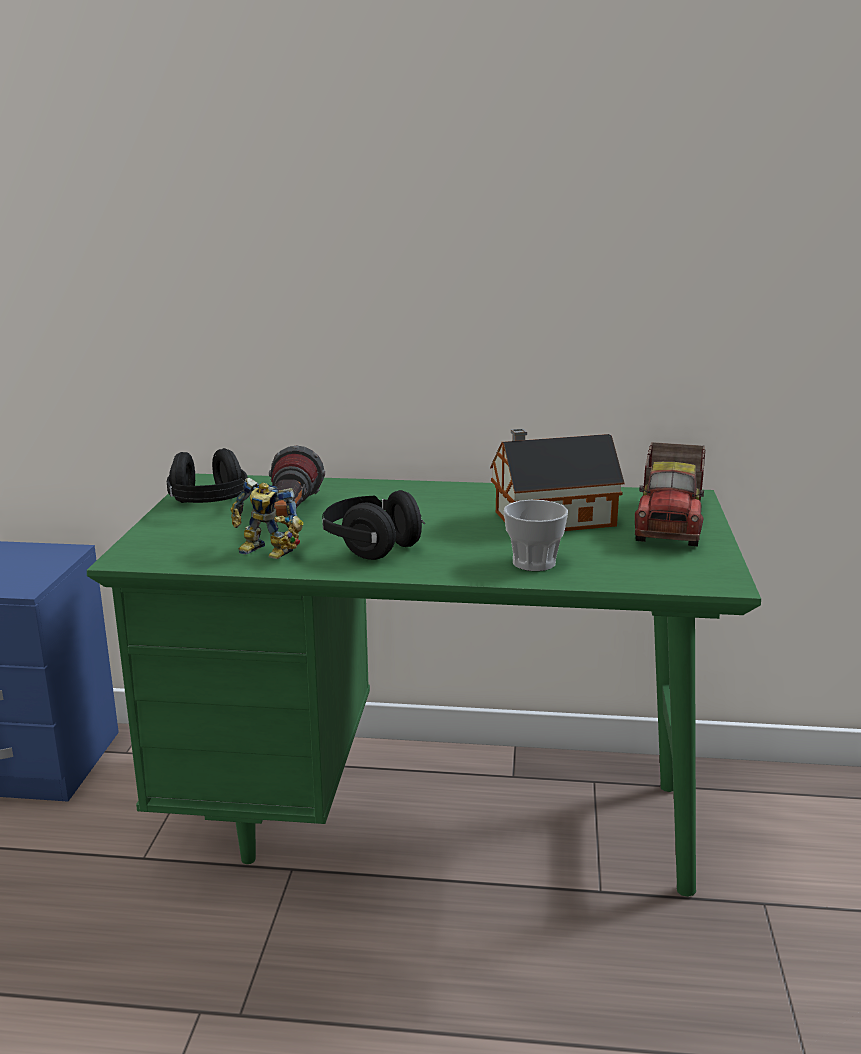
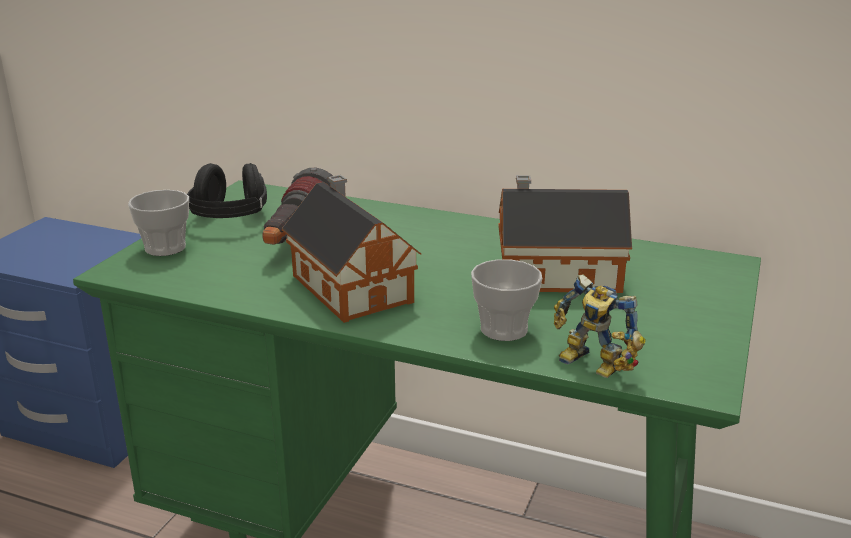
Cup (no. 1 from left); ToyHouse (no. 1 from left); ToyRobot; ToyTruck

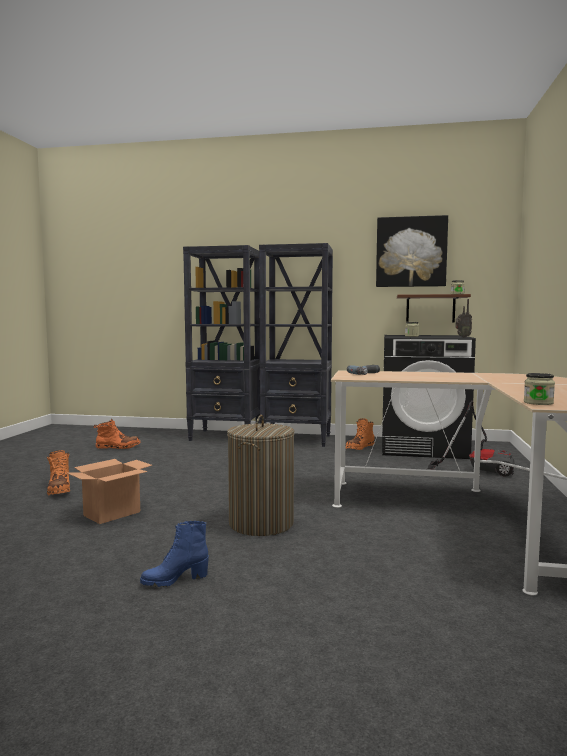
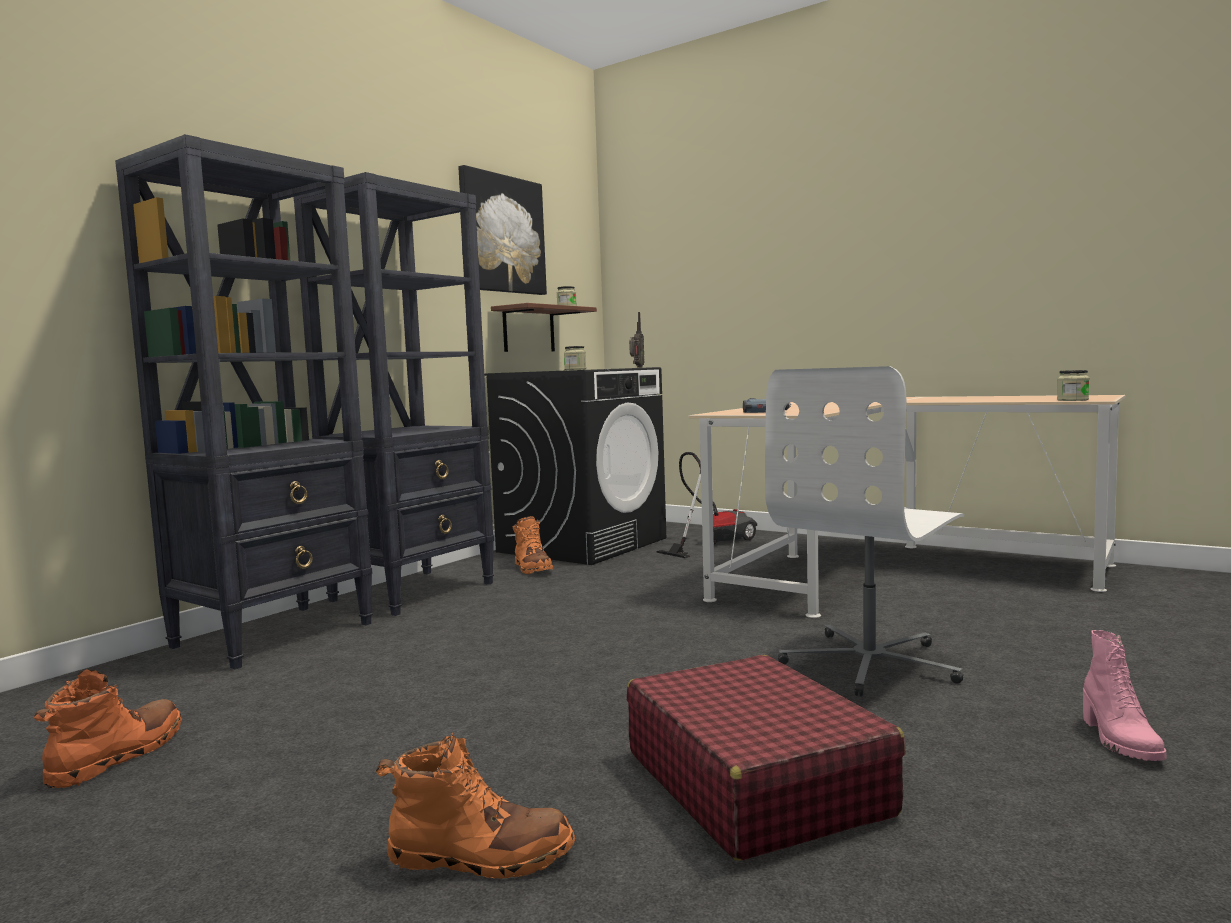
RedSuitcase; WhiteOfficeChair; PinkBoot

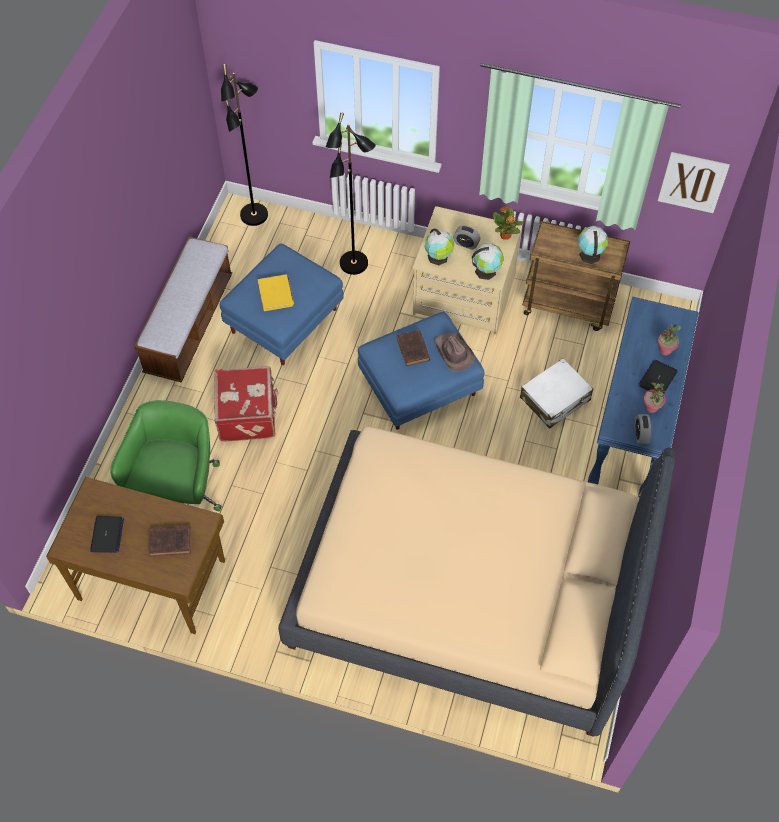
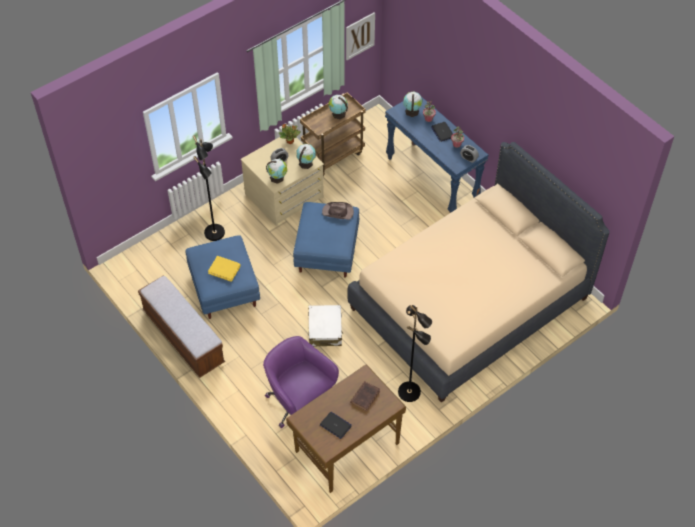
PurpleOfficeChair; WhiteSuitcase; BlackFloorLamp (no. 2 from left); Globe (no. 4 from left); RedSuitcase; BrownBook (no. 2 from left in the first image)

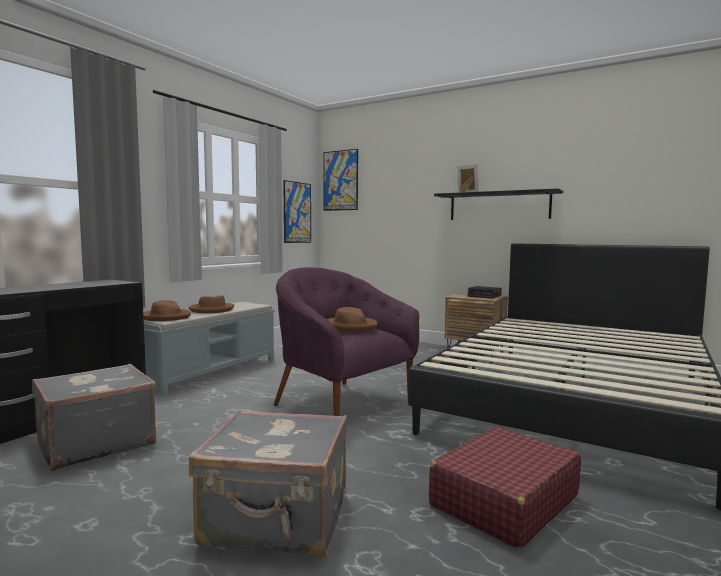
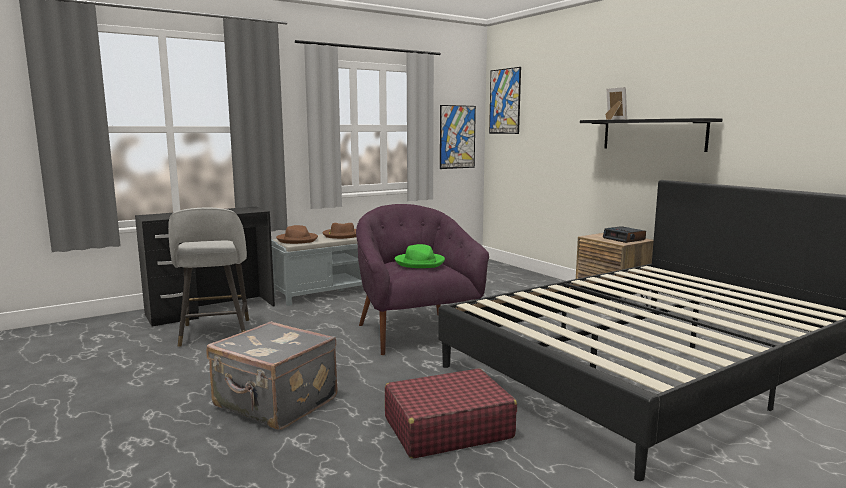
GreyStool; GreenHat

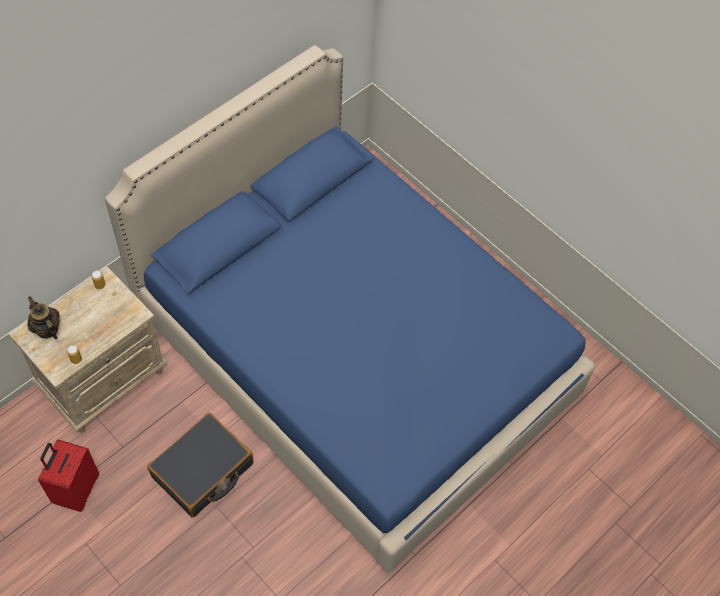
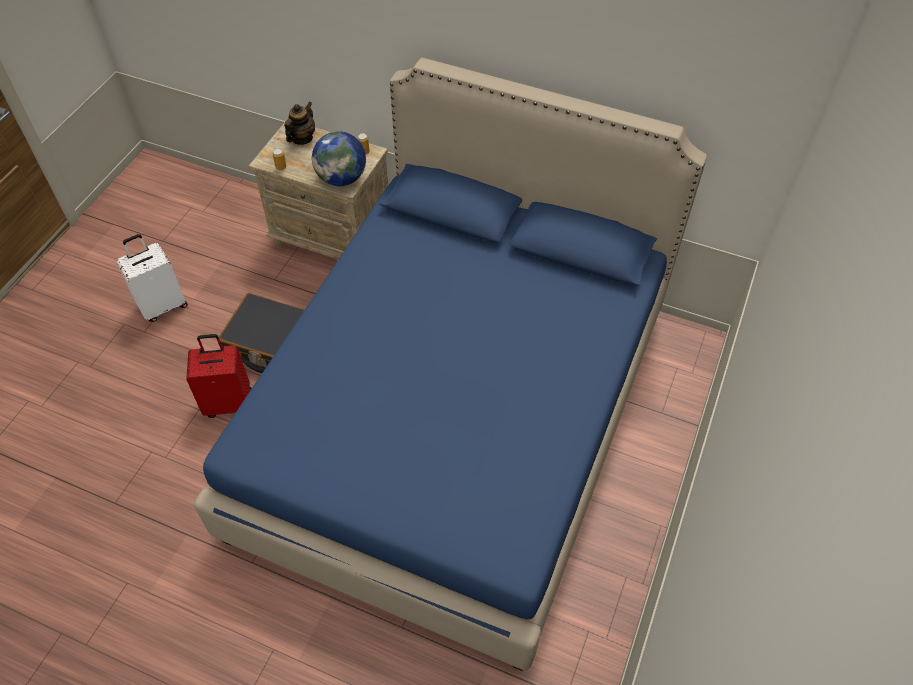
WhiteSuitcase; RedSuitcase; Globe

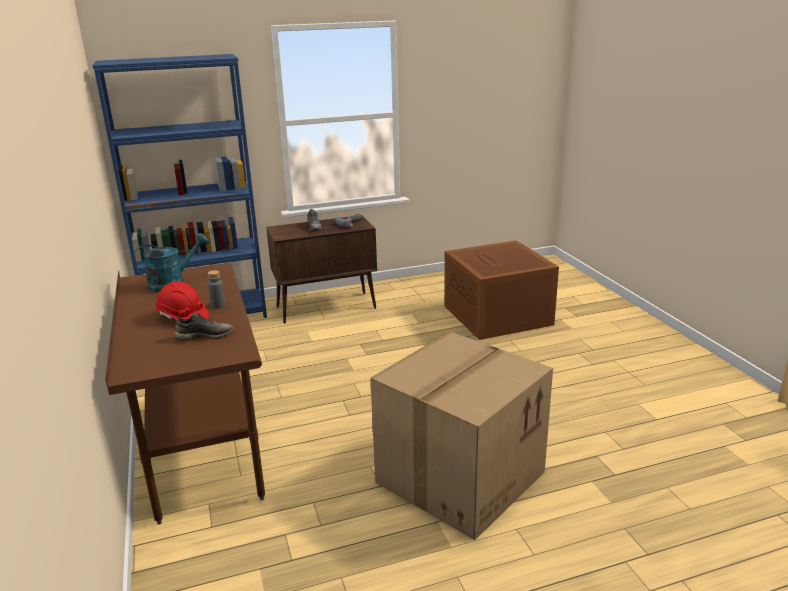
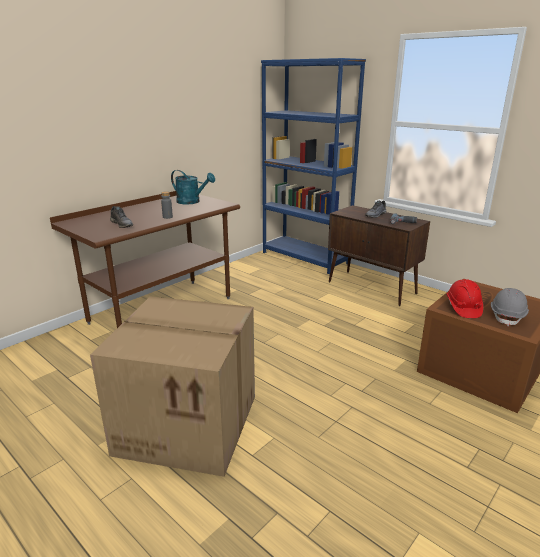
RedHardHat; GreyHardHat

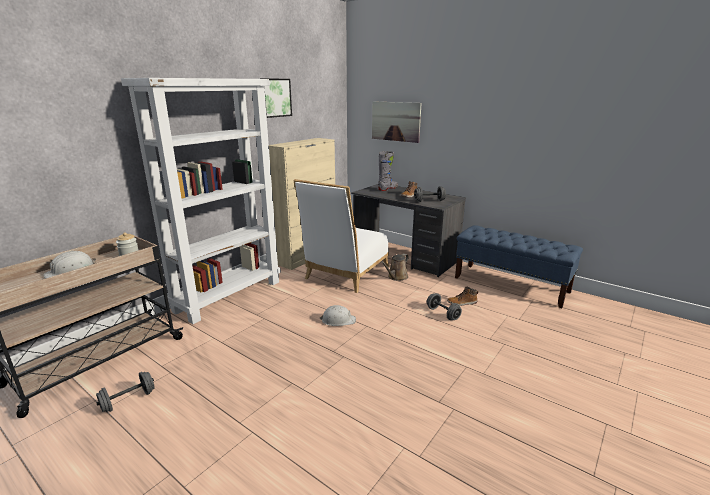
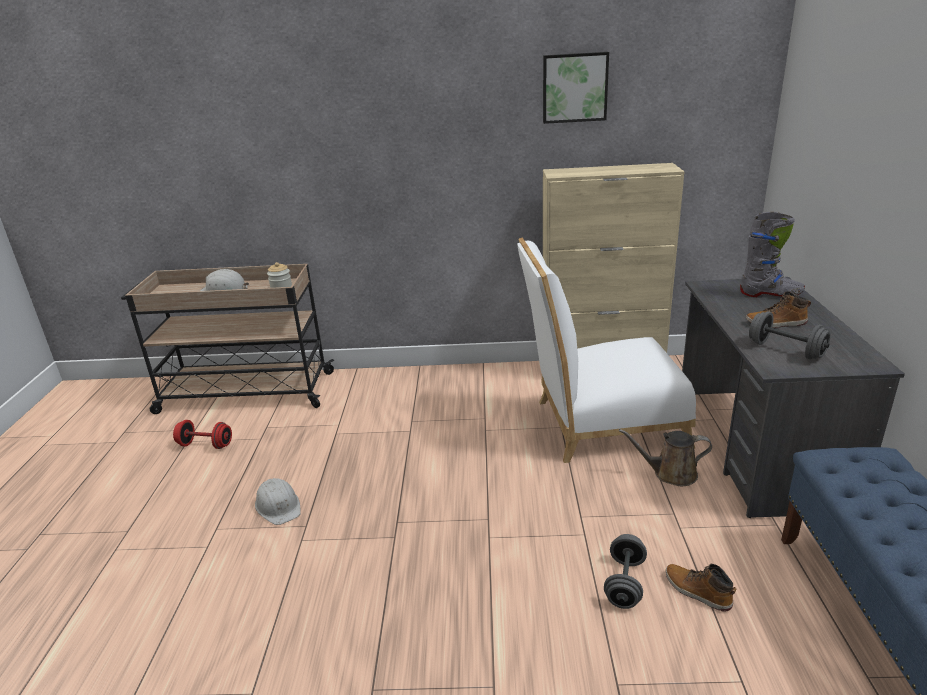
RedDumbbell; WhiteHardHat (no. 2 from left); WhiteBookcase; Picture (no. 2 from left in the first image)

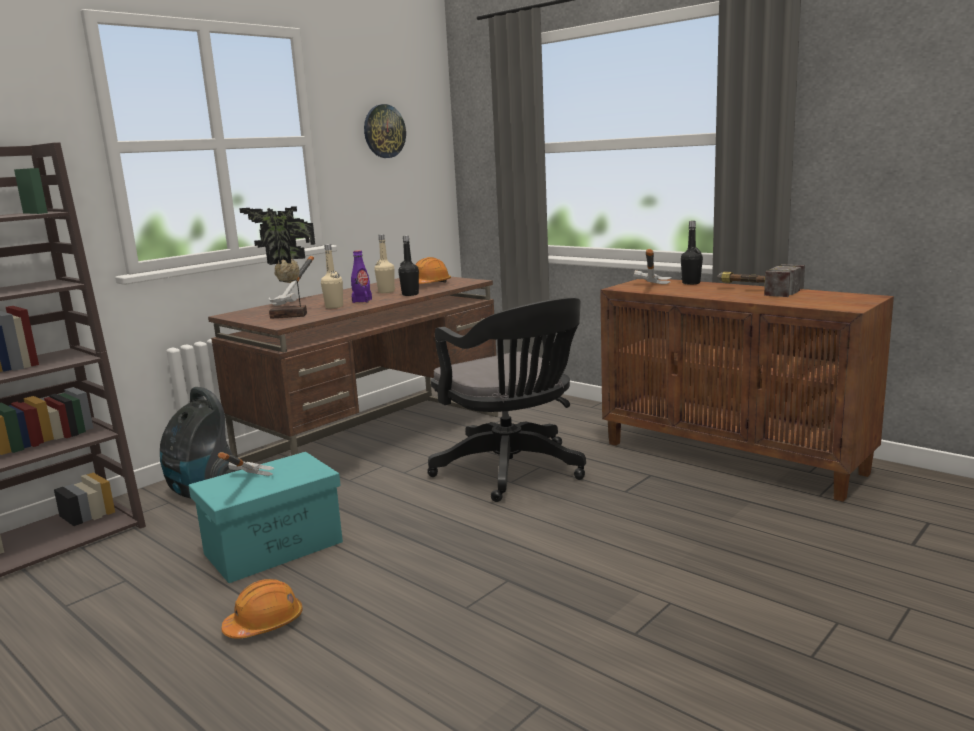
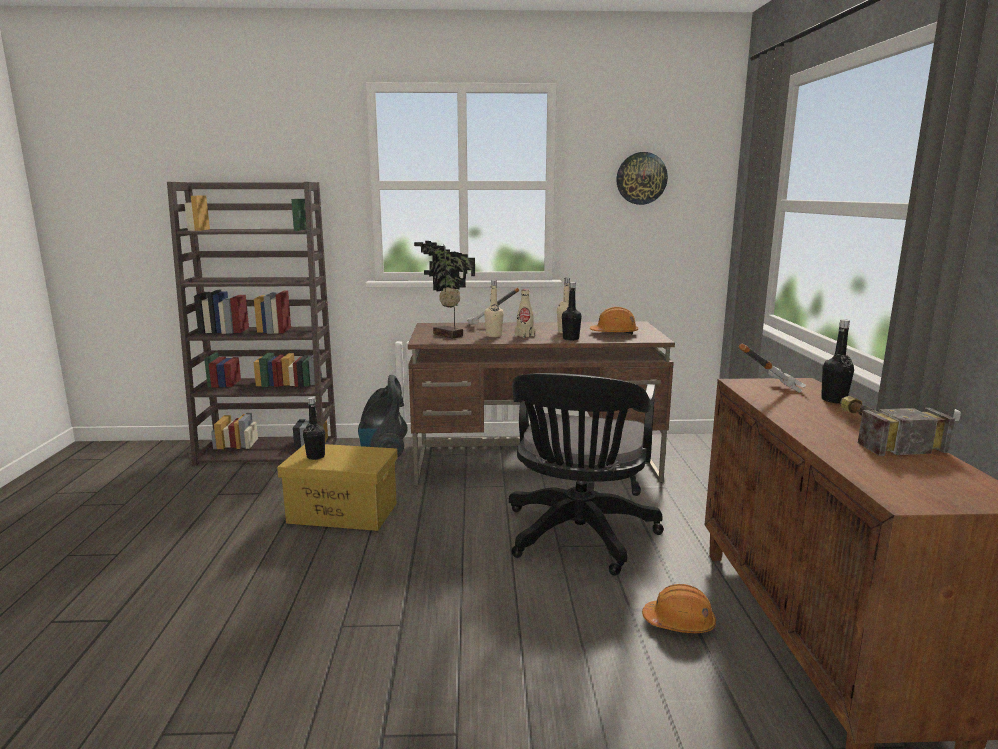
YellowStorageBox; BlackBottle (no. 1 from left); BeigeBottle (no. 2 from left); OrangeHardHat (no. 2 from left)

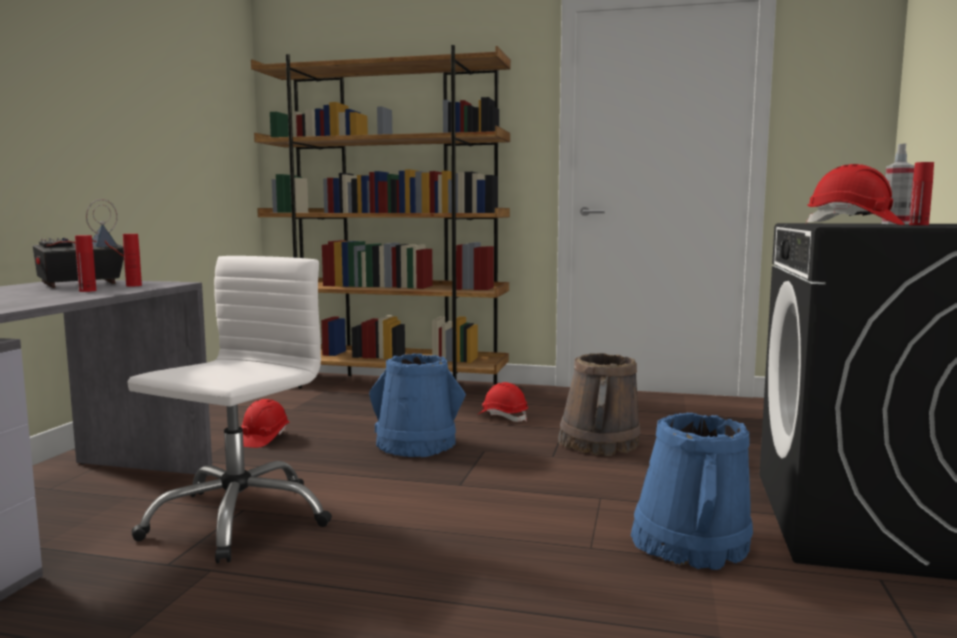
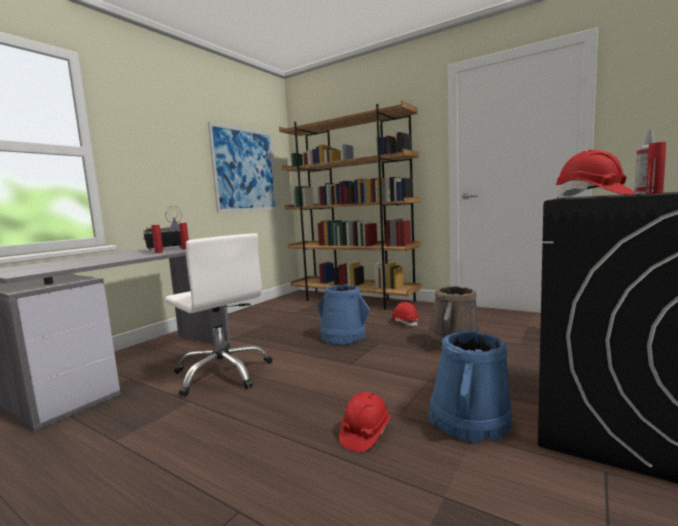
WhiteOfficeChair; Picture; RedHardHat (no. 1 from left)

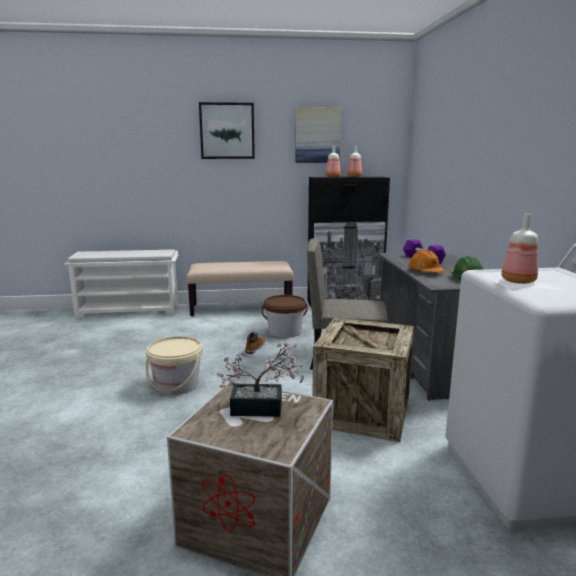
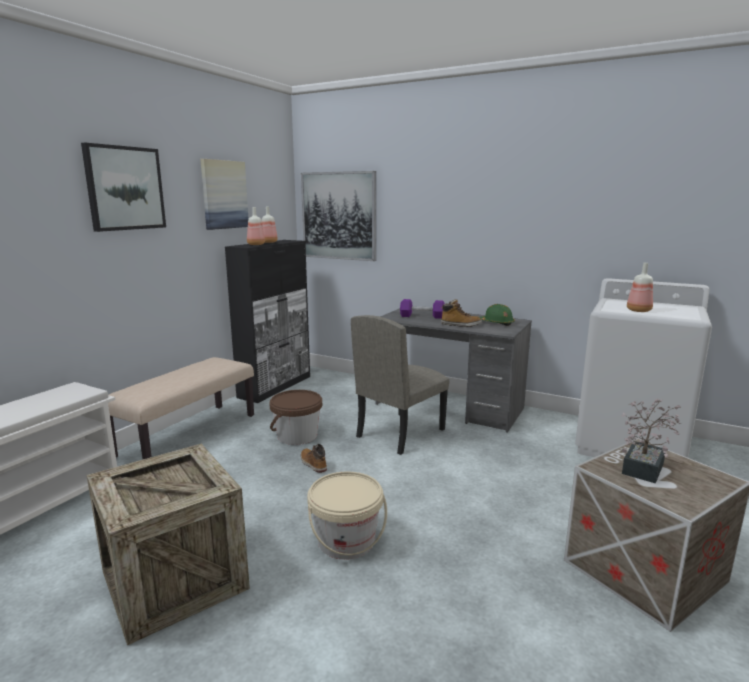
Crate (no. 1 from left); Picture (no. 3 from left); Boot (no. 2 from left)

